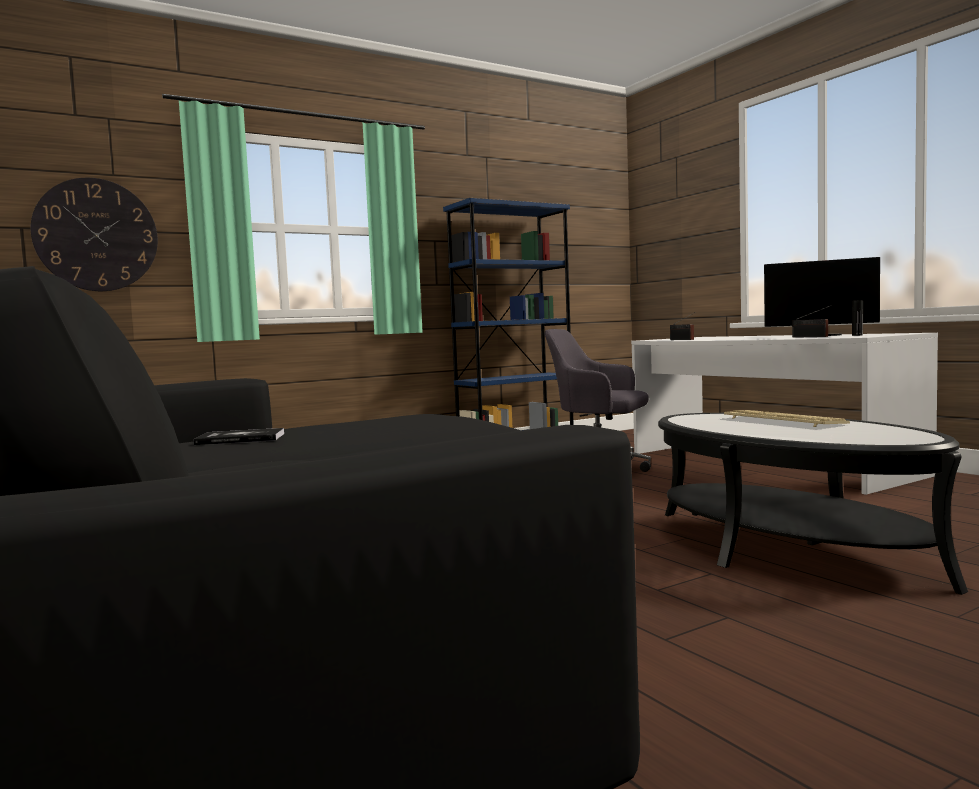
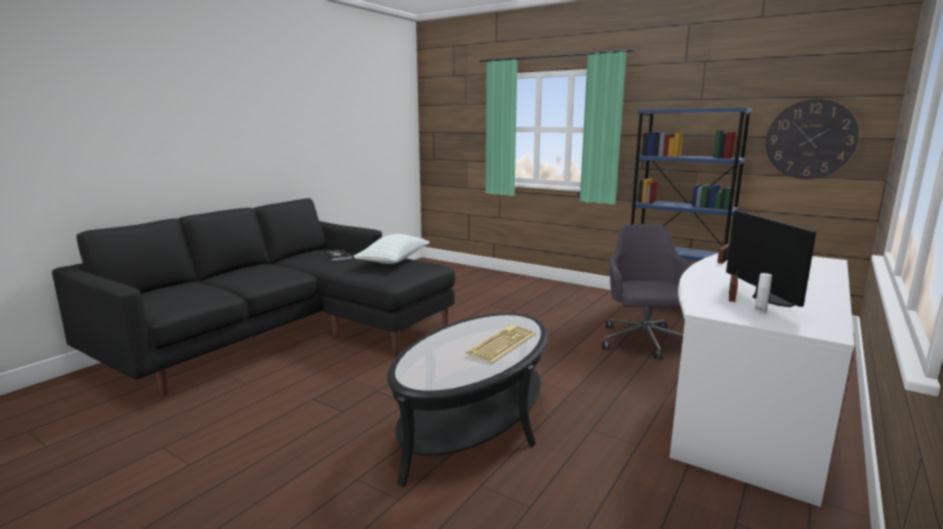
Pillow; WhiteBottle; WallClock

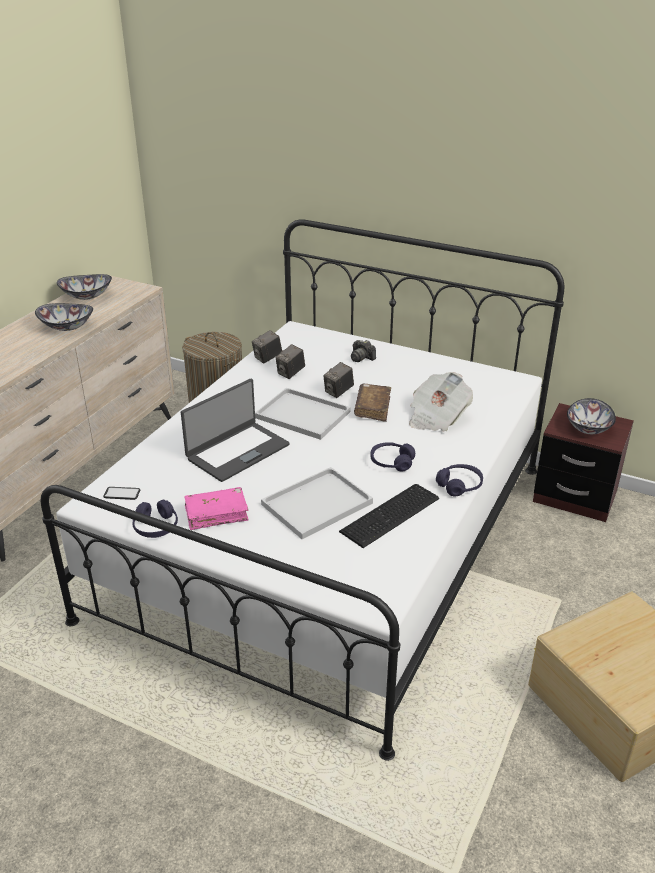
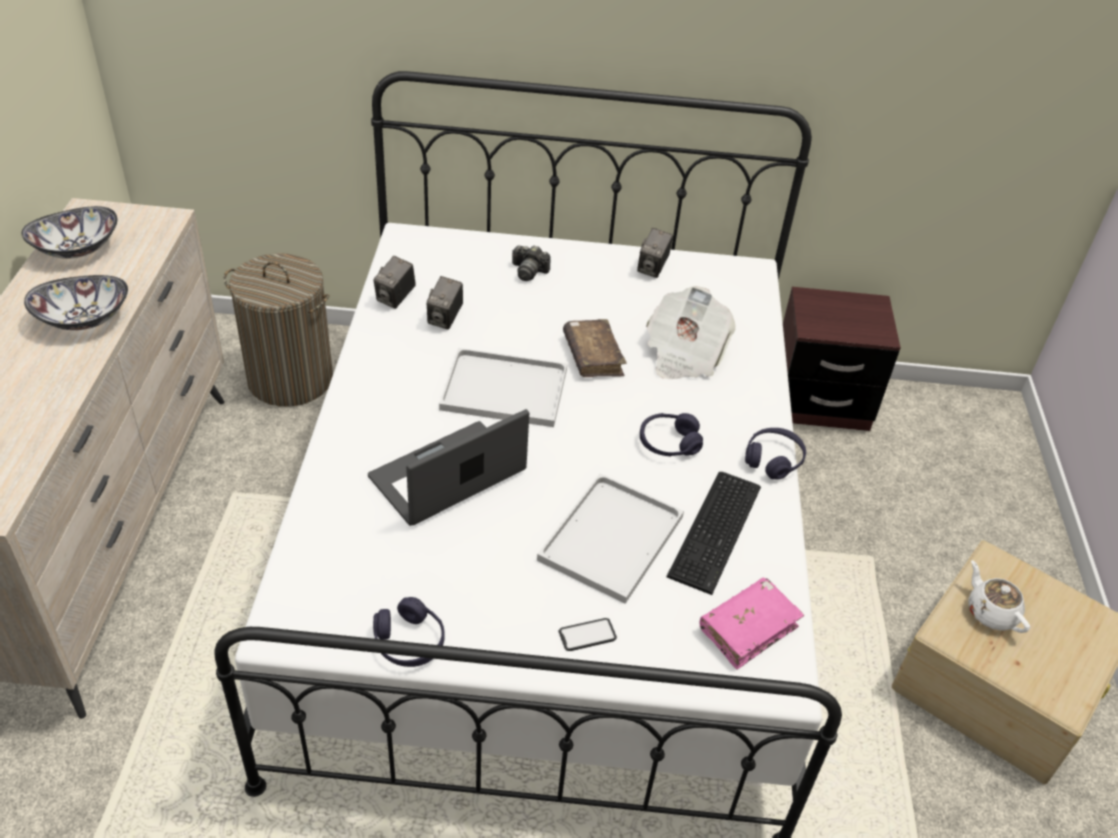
Laptop; Phone; PhotoCamera (no. 4 from left); PinkBook; WhiteTeapot; Bowl (no. 3 from left in the first image)

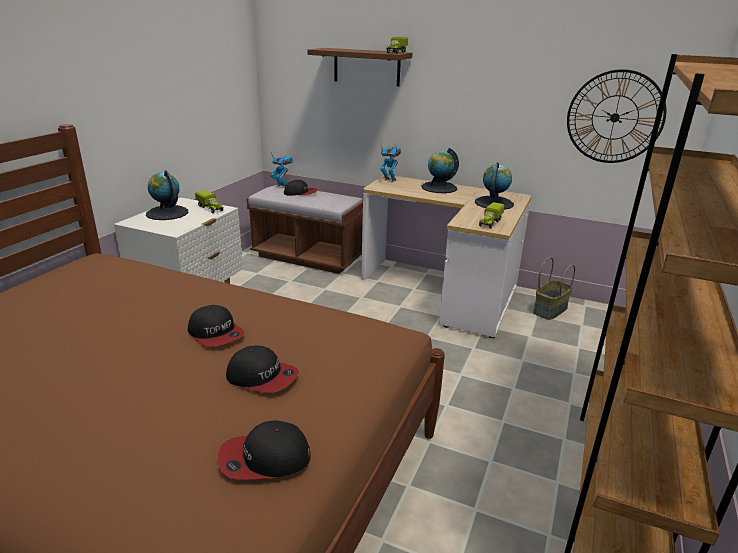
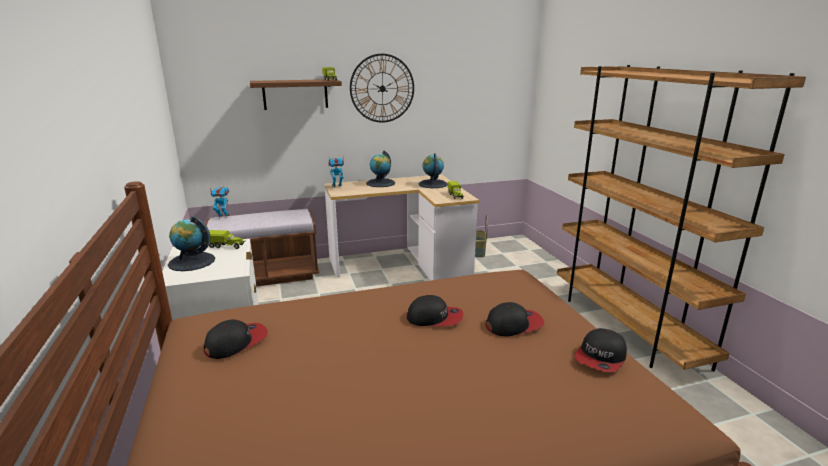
Cap (no. 1 from left); WallClock

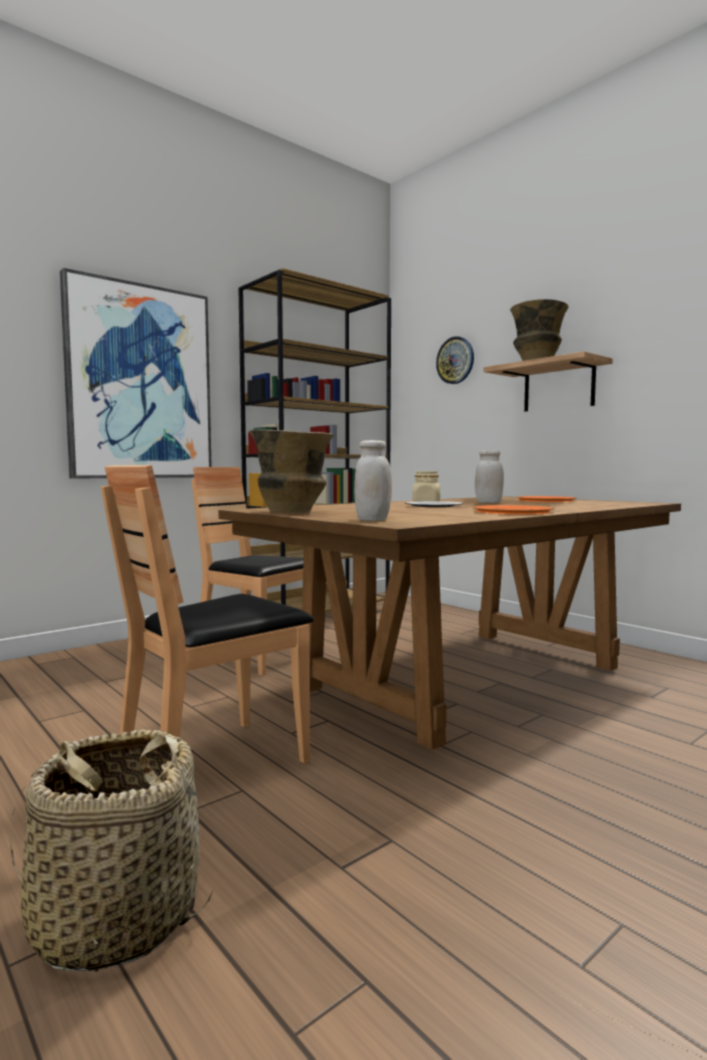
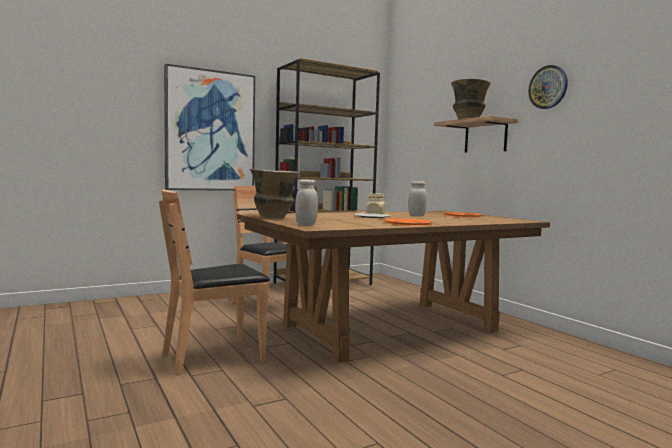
WallClock; Basket

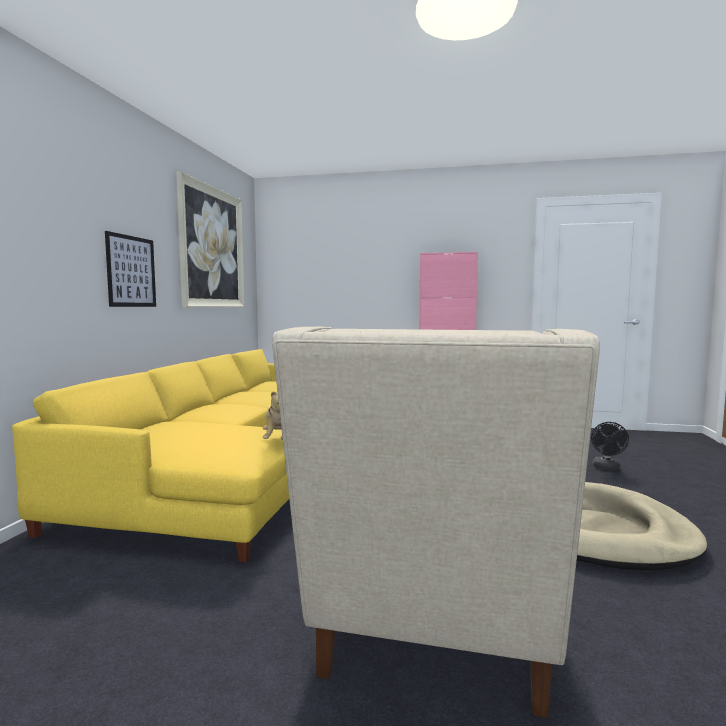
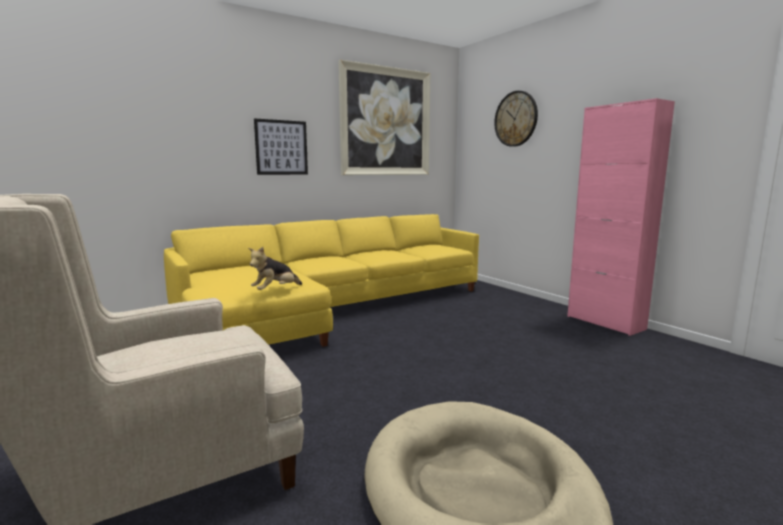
WallClock; BlackFan

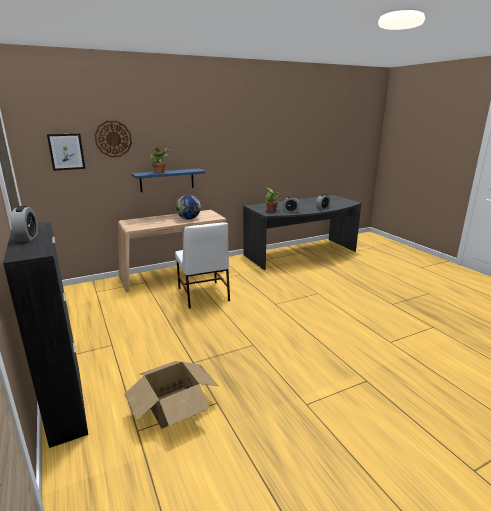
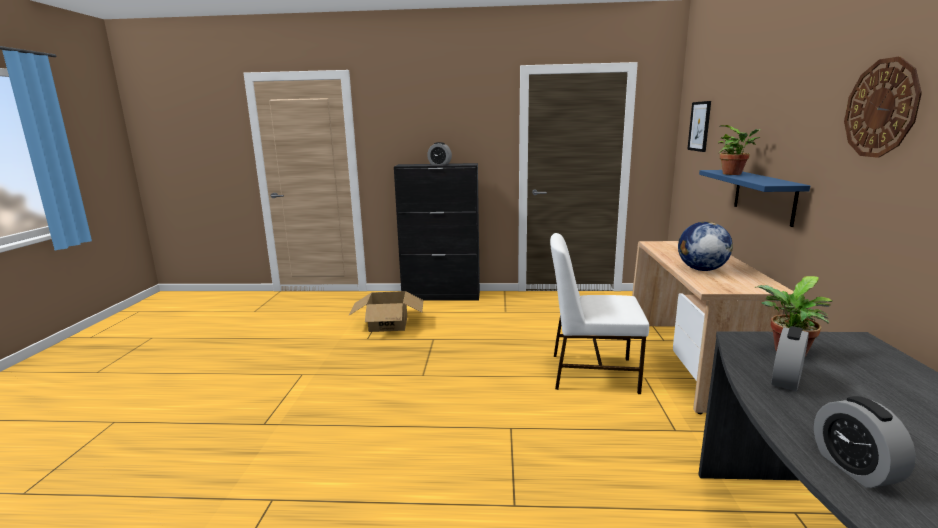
WallClock

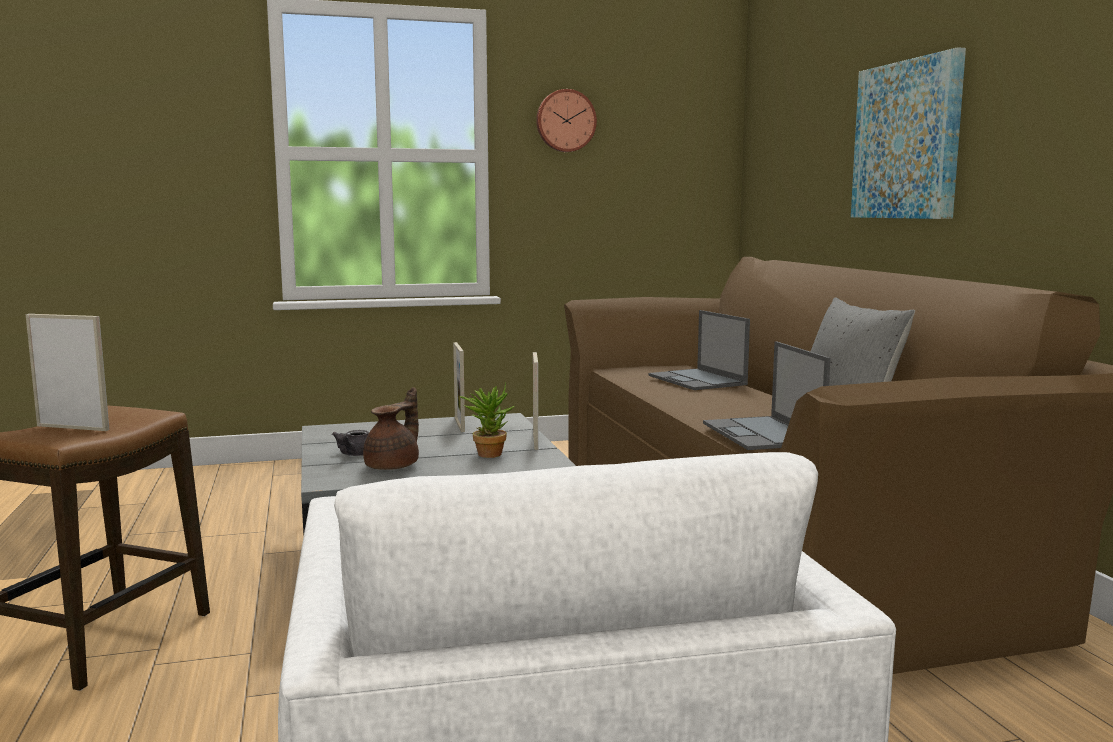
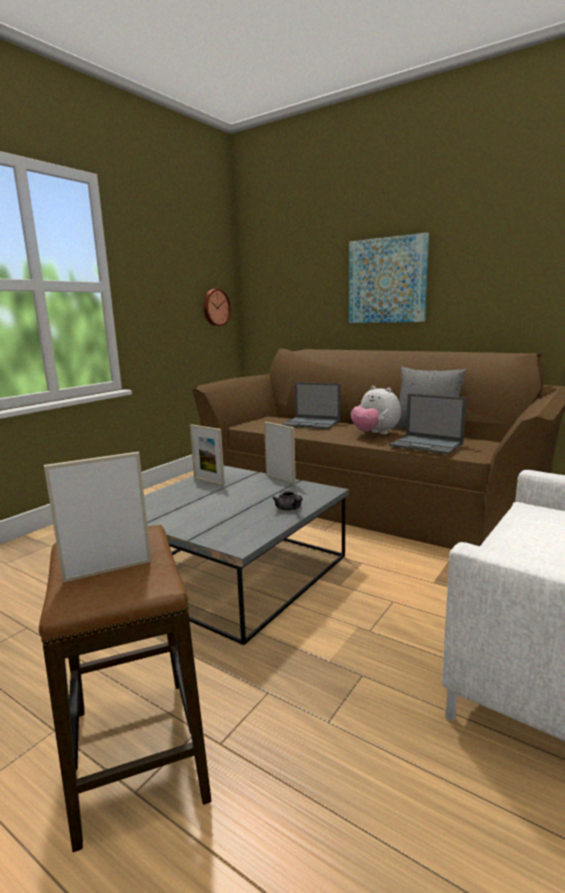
WallClock; GreyTeapot; PlushToy; BrownTeapot; PottedPlant

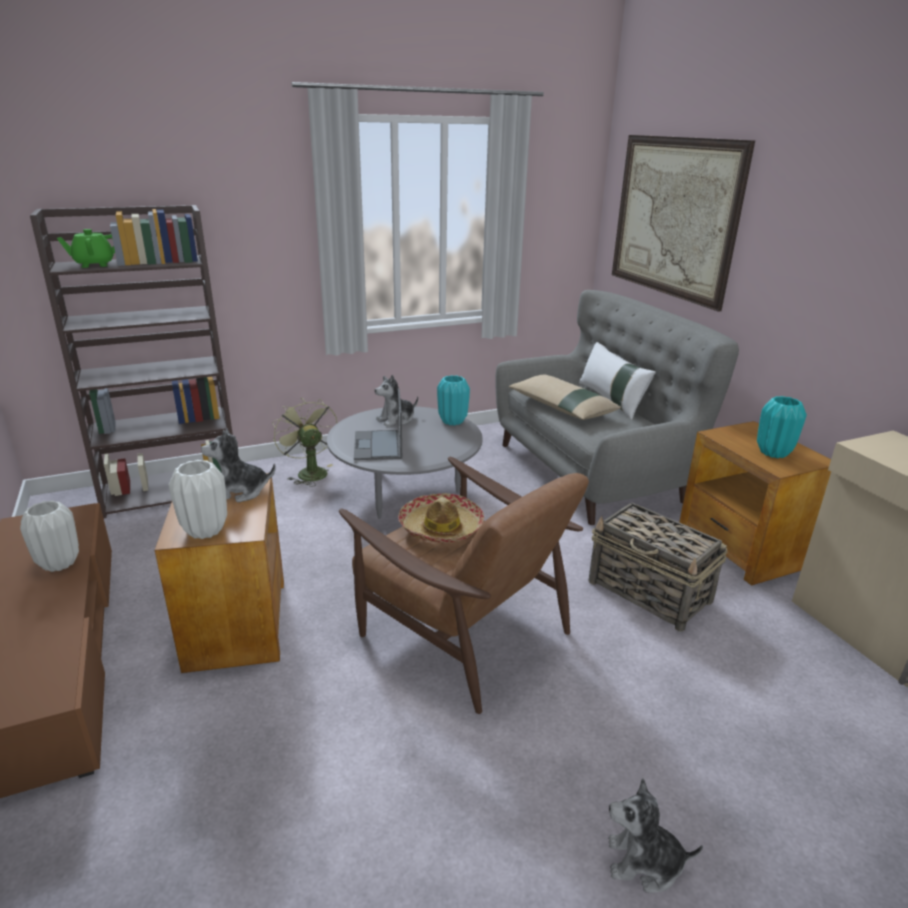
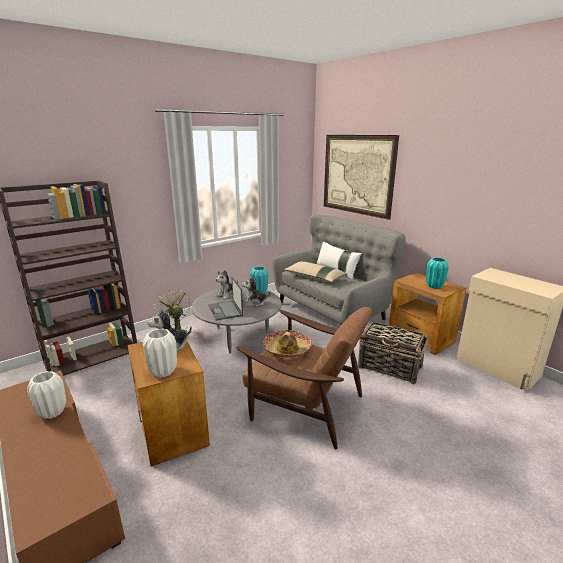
PlushToy (no. 3 from left); GreenTeapot

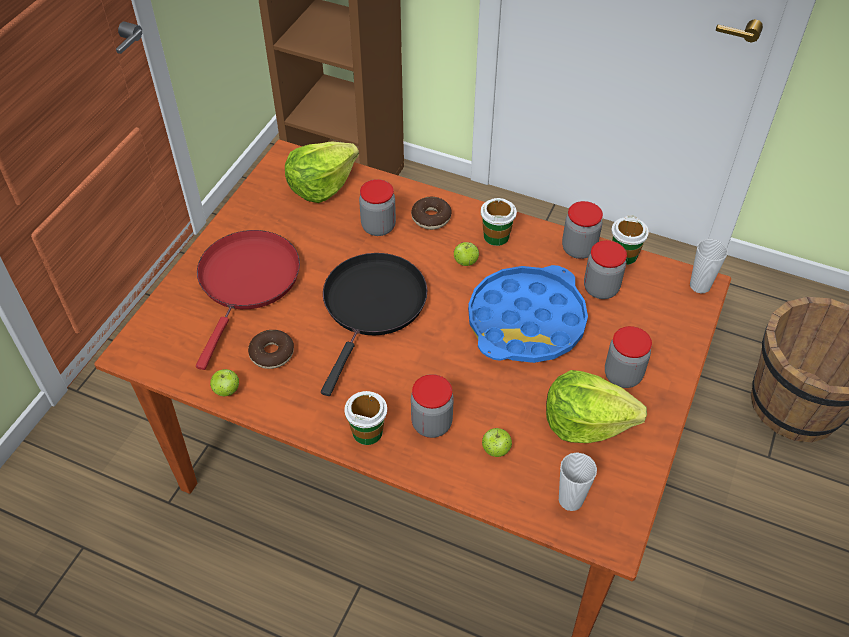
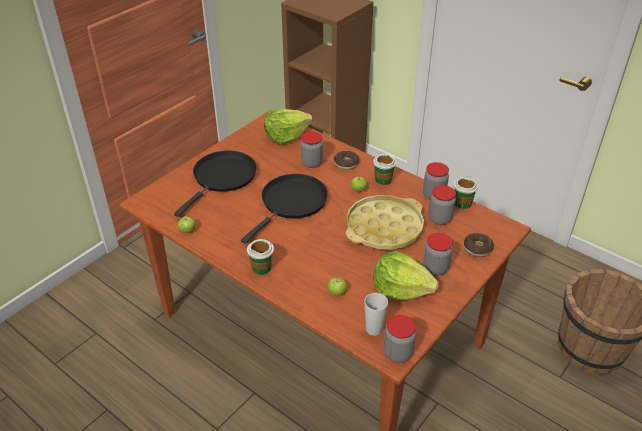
BlackFryingPan (no. 1 from left); YellowTray; Jar (no. 2 from left); Donut (no. 2 from left); Cup (no. 5 from left in the first image)

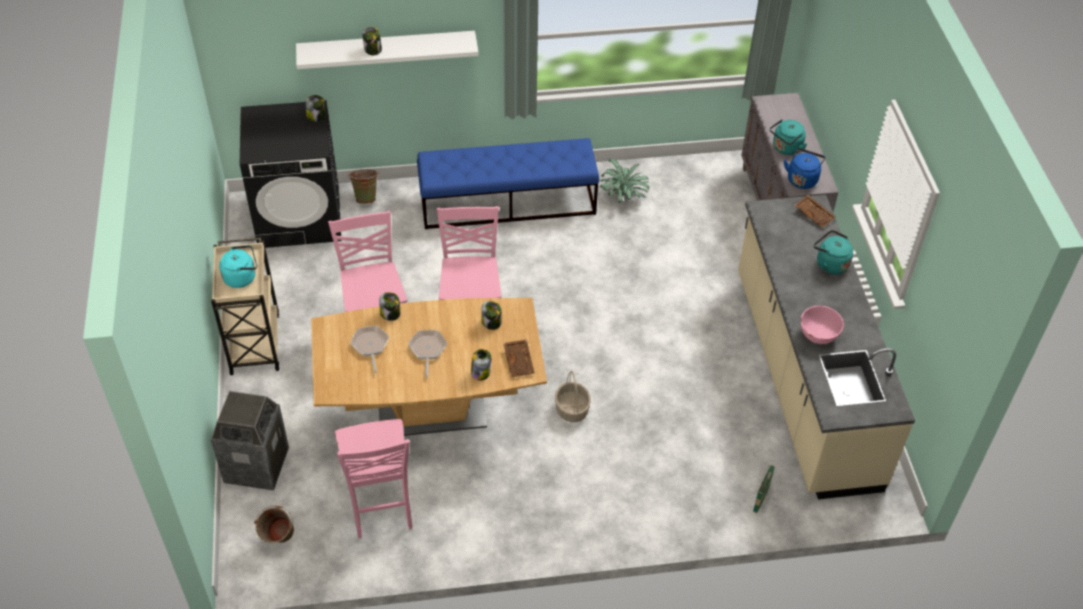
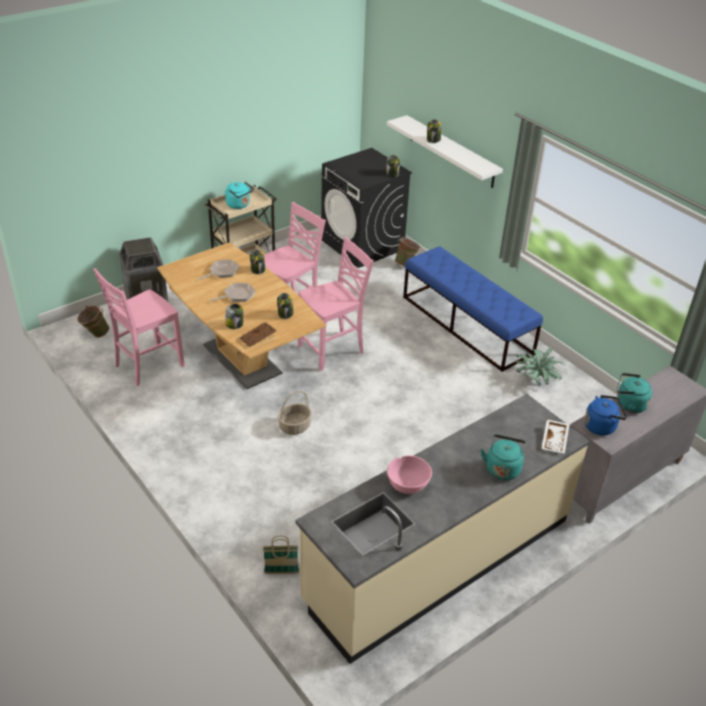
WhiteTray

